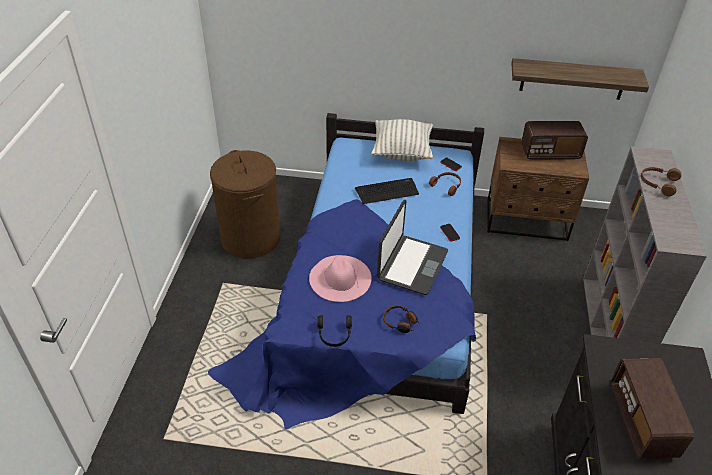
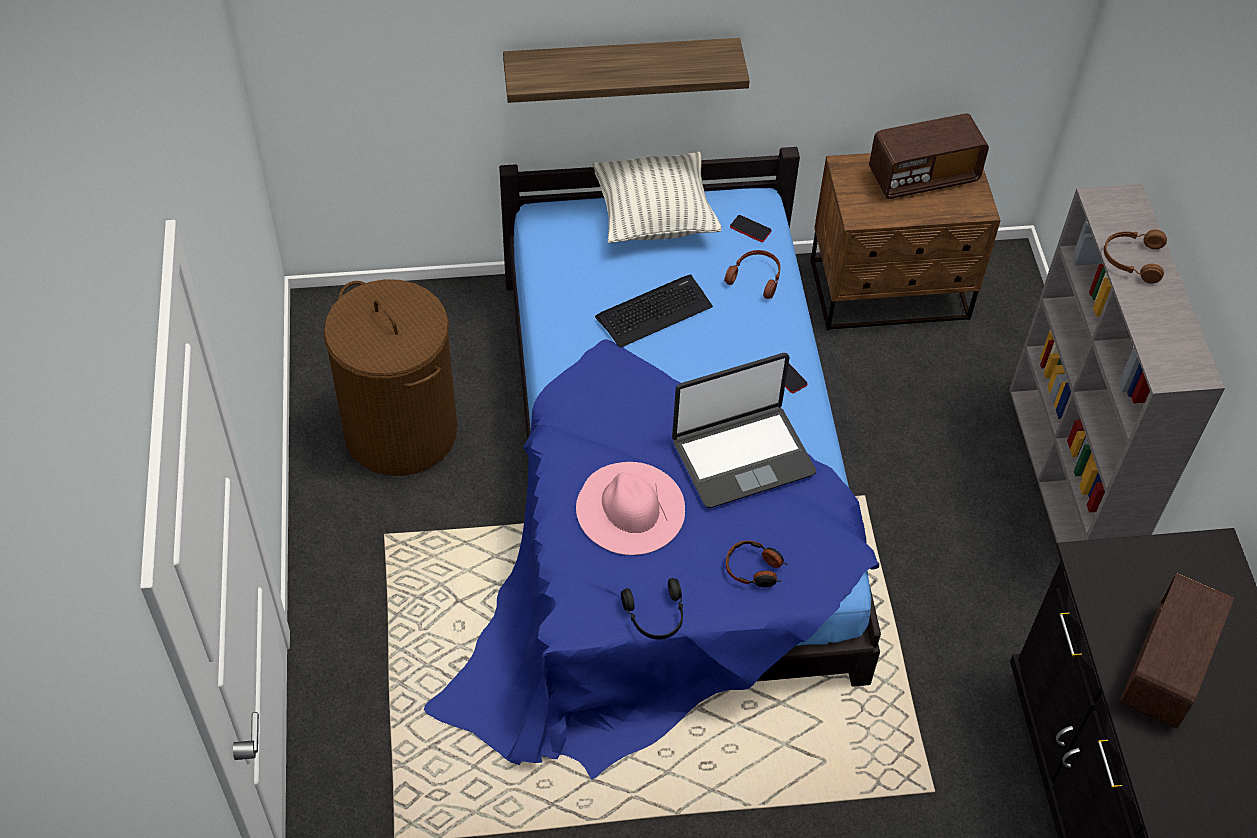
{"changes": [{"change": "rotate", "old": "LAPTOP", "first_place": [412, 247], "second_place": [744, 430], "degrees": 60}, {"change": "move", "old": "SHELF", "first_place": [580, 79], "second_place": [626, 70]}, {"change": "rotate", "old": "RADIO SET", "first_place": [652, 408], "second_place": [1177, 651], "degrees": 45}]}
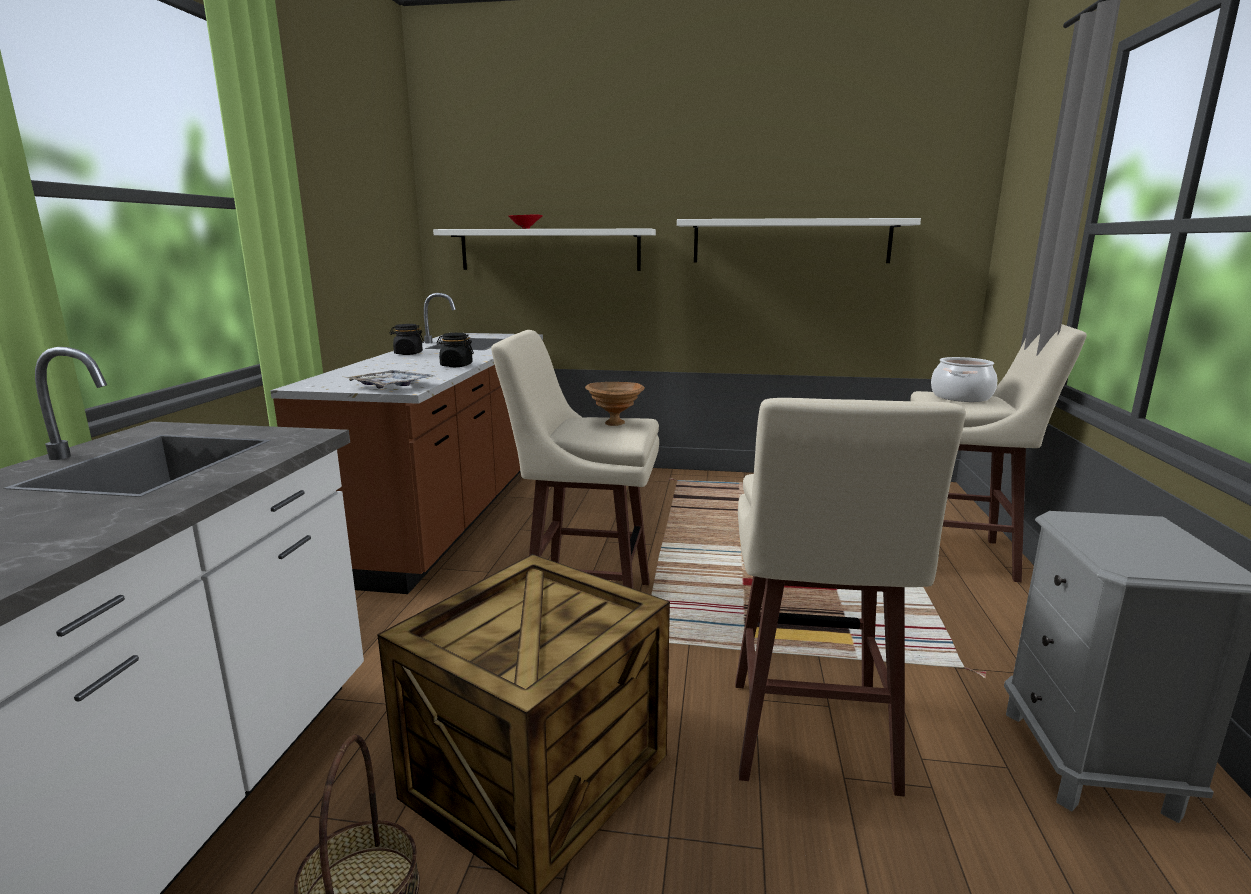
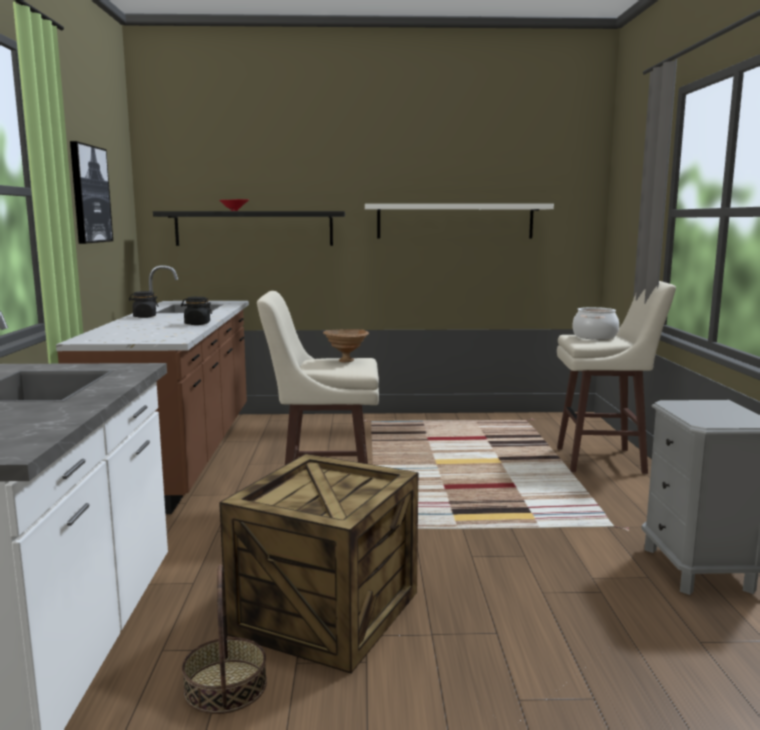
{"changes": [{"change": "delete", "old": "TRAY", "first_place": [389, 379]}, {"change": "recolor", "old": "WHITE-COLOURED SHELF", "new": "BLACKISH SHELF", "first_place": [544, 250], "second_place": [249, 228]}, {"change": "delete", "old": "SAND-COLOURED SITTING STOOL", "first_place": [850, 597]}, {"change": "insert", "new": "PICTURE", "second_place": [91, 192]}]}
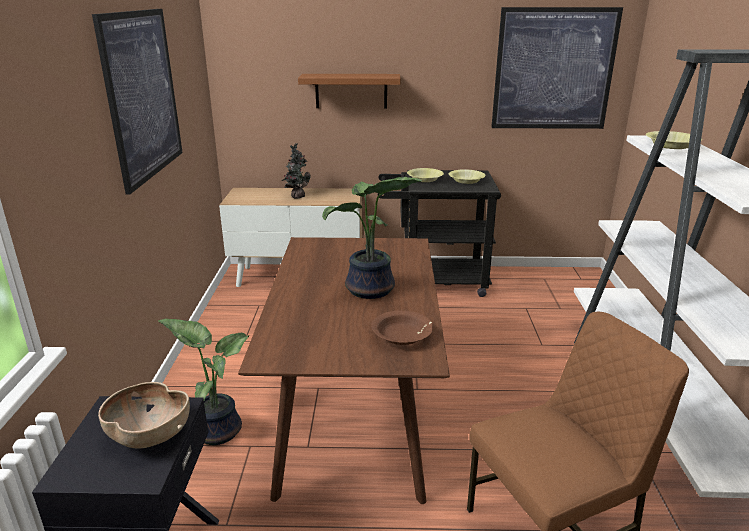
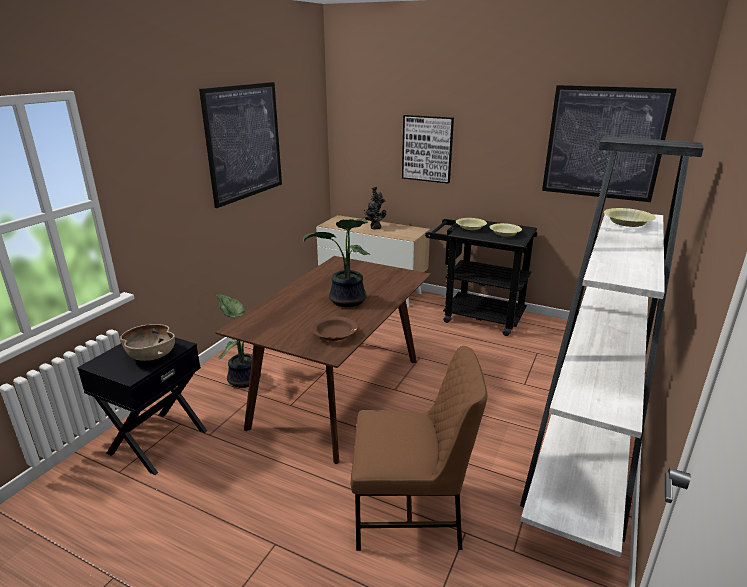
{"changes": [{"change": "replace", "old": "BROWNISH SHELF", "new": "PICTURE", "first_place": [349, 91], "second_place": [428, 149]}]}
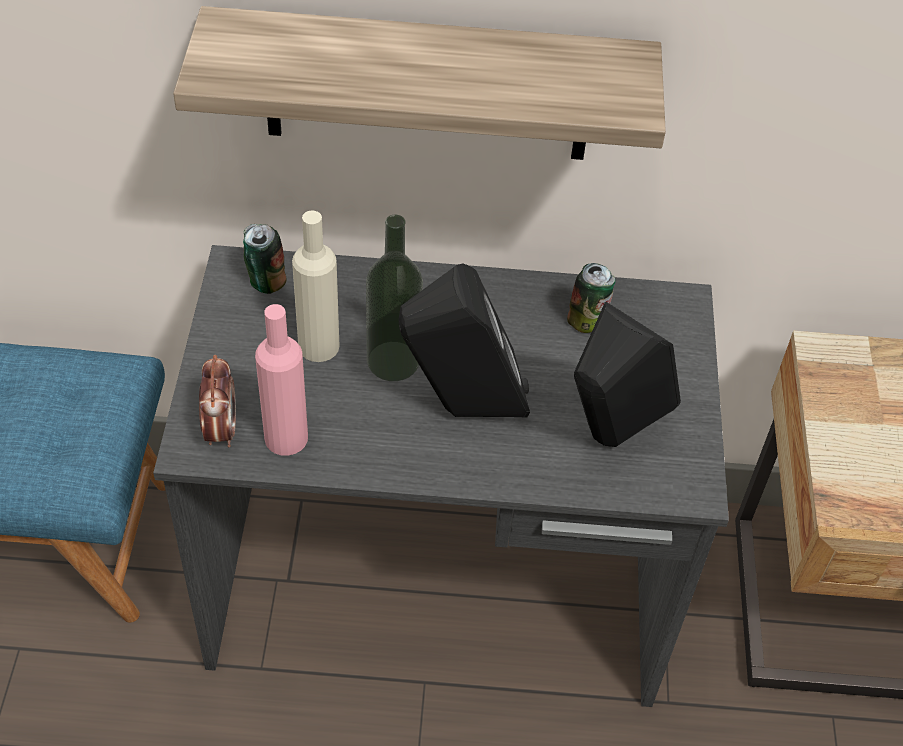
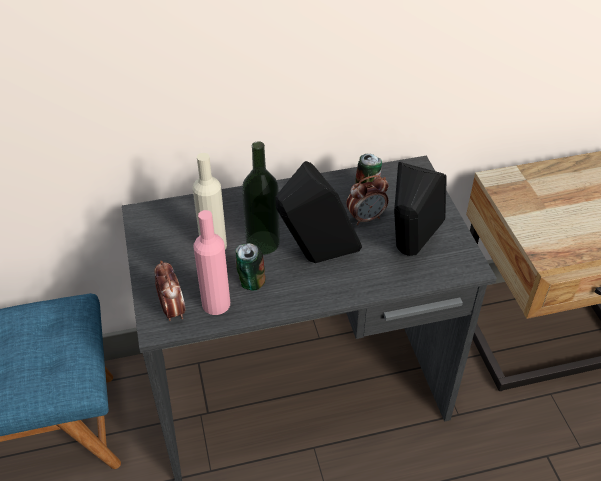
{"changes": [{"change": "delete", "old": "SHELF", "first_place": [419, 83]}, {"change": "move", "old": "METAL CAN", "first_place": [265, 259], "second_place": [250, 266]}, {"change": "insert", "new": "ALARM CLOCK", "second_place": [367, 200]}]}
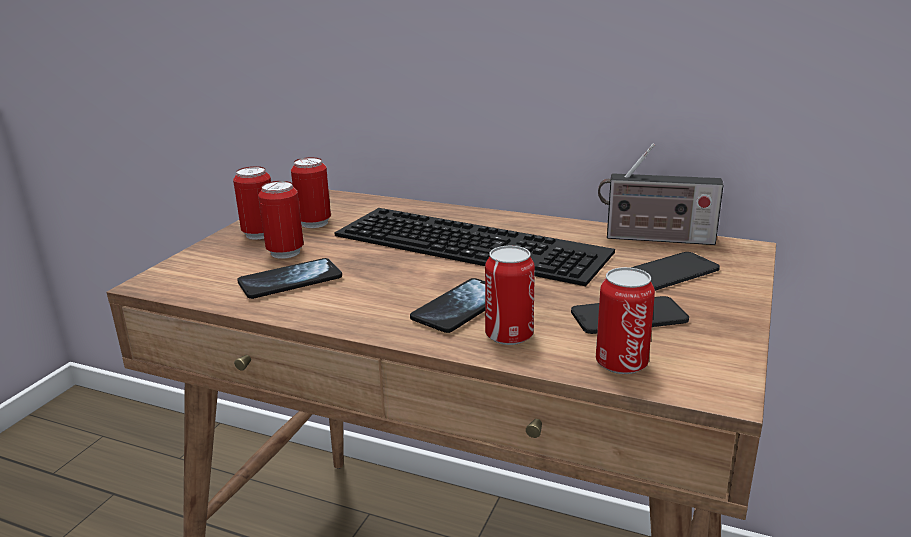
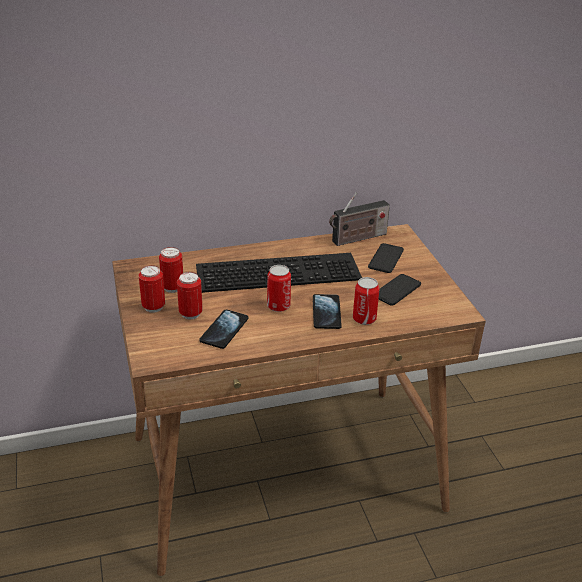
{"changes": [{"change": "move", "old": "METAL CAN", "first_place": [625, 320], "second_place": [279, 288]}]}
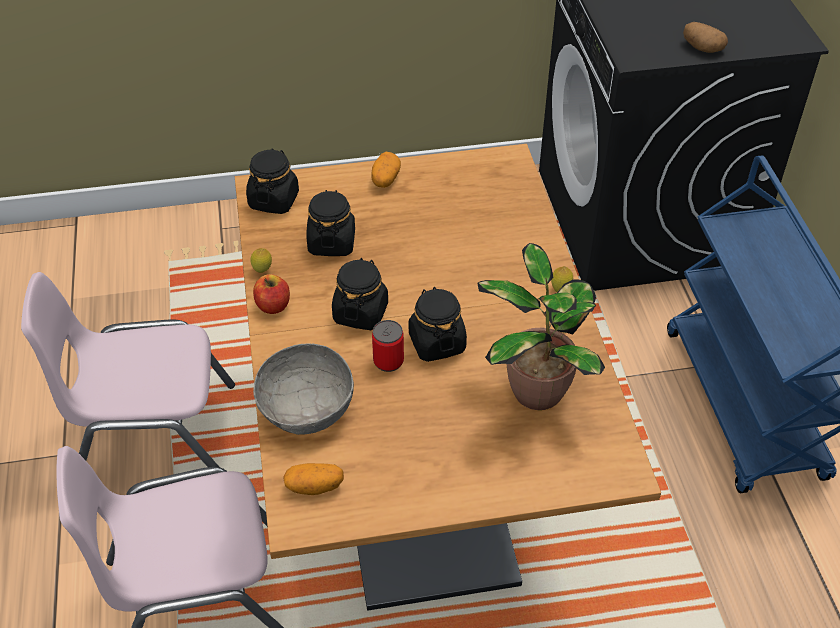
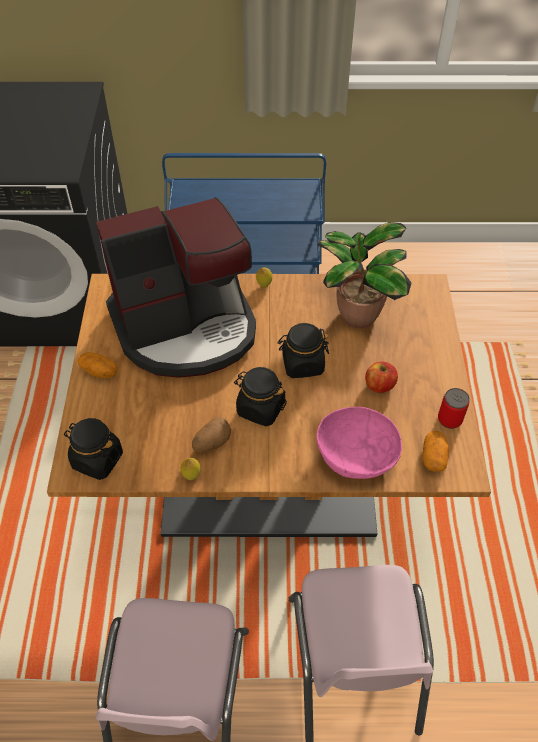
{"changes": [{"change": "move", "old": "APPLE FRUIT", "first_place": [271, 294], "second_place": [381, 377]}, {"change": "recolor", "old": "GREY DEEP DISH", "new": "PINK DEEP DISH", "first_place": [303, 389], "second_place": [359, 443]}, {"change": "delete", "old": "BLACKISH JAR", "first_place": [331, 223]}, {"change": "move", "old": "METAL CAN", "first_place": [388, 346], "second_place": [454, 408]}, {"change": "move", "old": "POTATO", "first_place": [705, 37], "second_place": [211, 435]}, {"change": "insert", "new": "COFFEE BREWER", "second_place": [176, 287]}]}
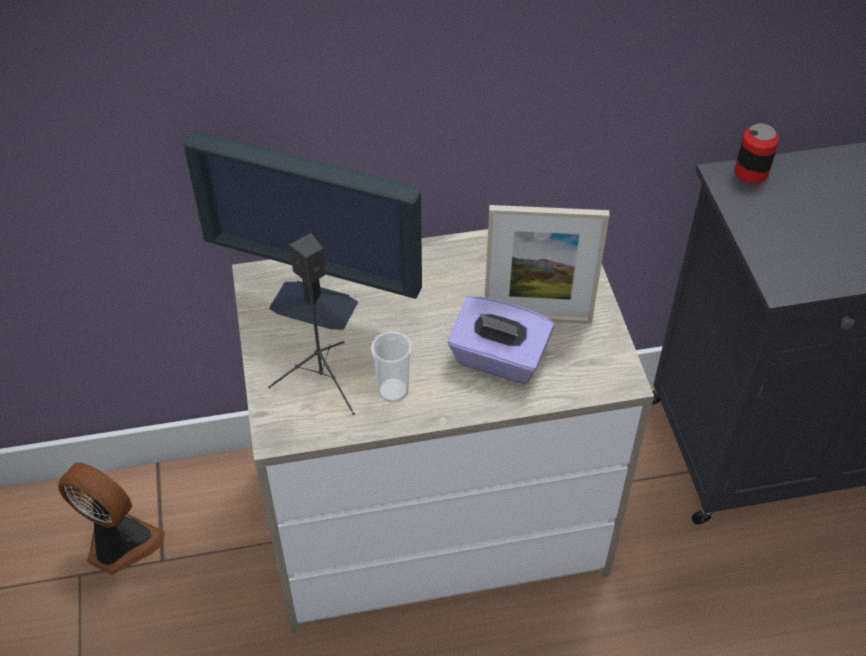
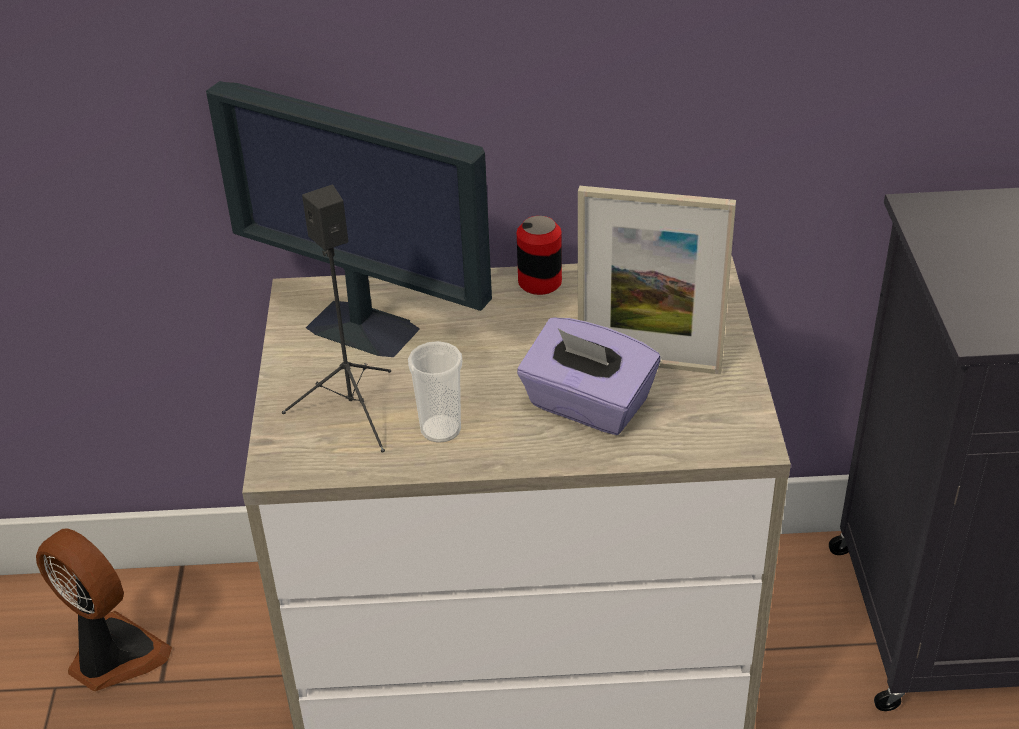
{"changes": [{"change": "move", "old": "METAL CAN", "first_place": [756, 153], "second_place": [539, 255]}]}
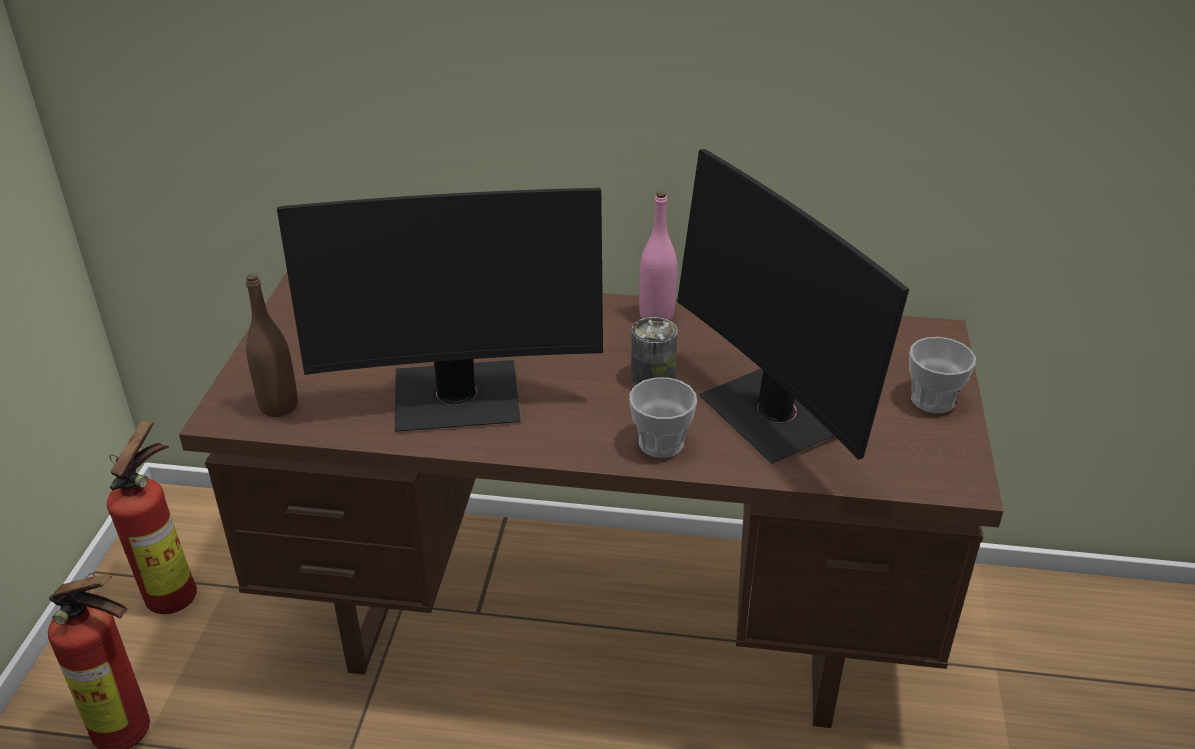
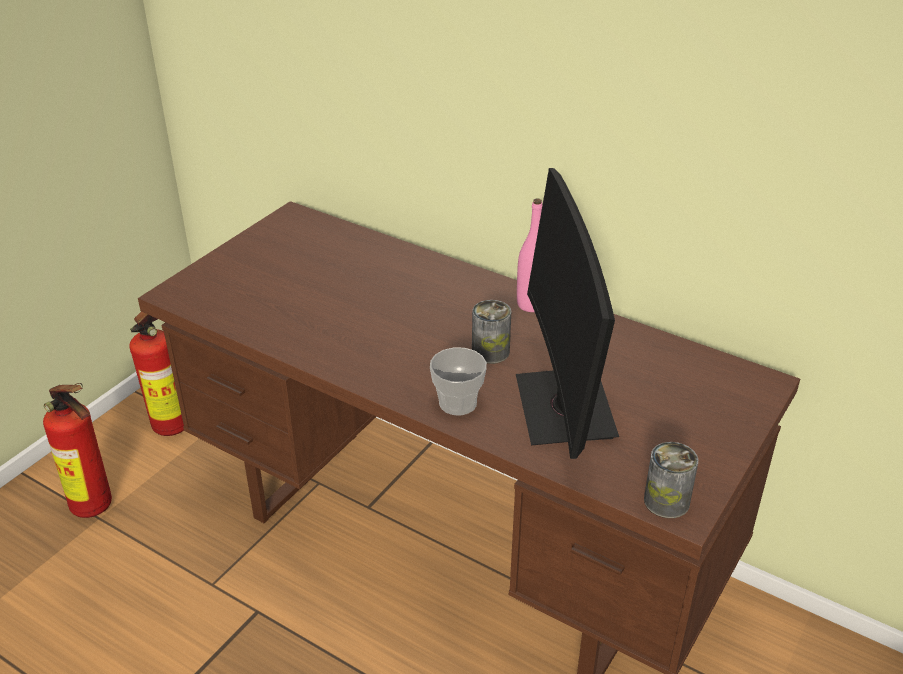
{"changes": [{"change": "delete", "old": "BROWNISH BEVERAGE BOTTLE", "first_place": [272, 345]}, {"change": "delete", "old": "MONITOR", "first_place": [440, 310]}, {"change": "delete", "old": "SMALL CUP", "first_place": [942, 375]}, {"change": "insert", "new": "METAL CAN", "second_place": [671, 480]}]}
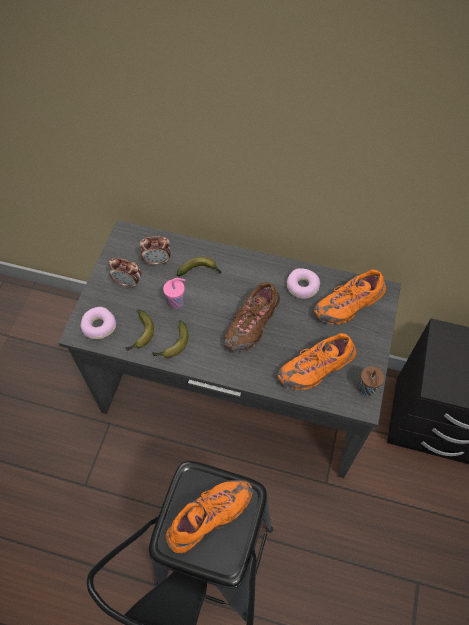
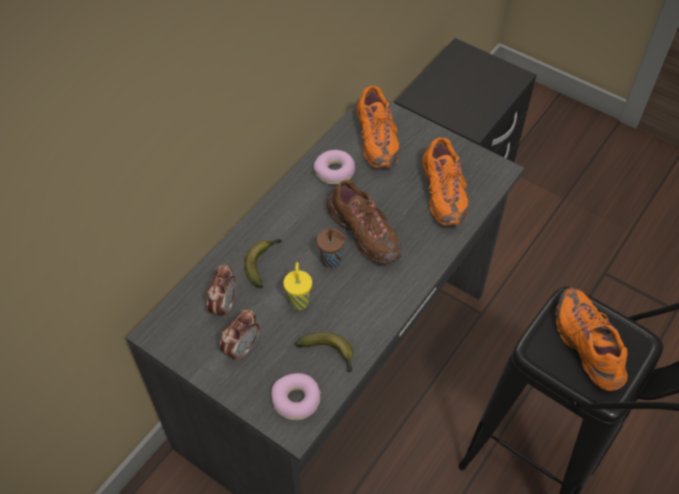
{"changes": [{"change": "delete", "old": "BANANA FRUIT", "first_place": [170, 339]}, {"change": "recolor", "old": "PINK SMALL CUP", "new": "YELLOW-COLOURED SMALL CUP", "first_place": [174, 293], "second_place": [297, 286]}, {"change": "move", "old": "BROWNISH SMALL CUP", "first_place": [371, 381], "second_place": [332, 248]}]}
